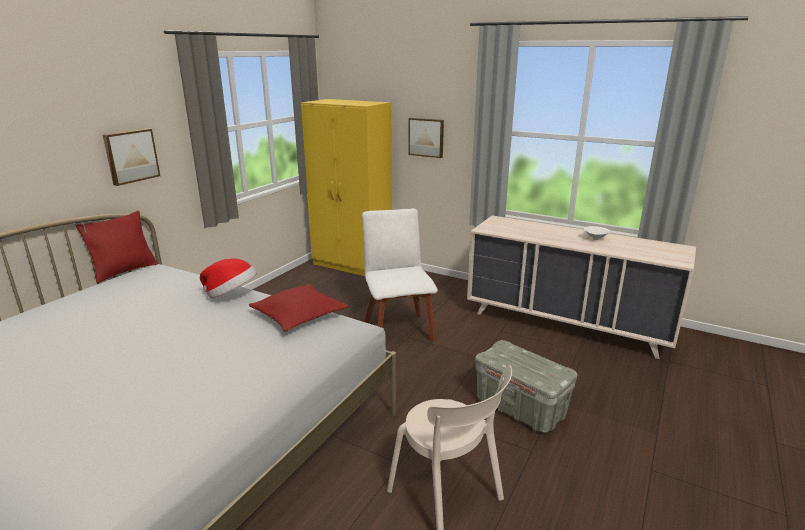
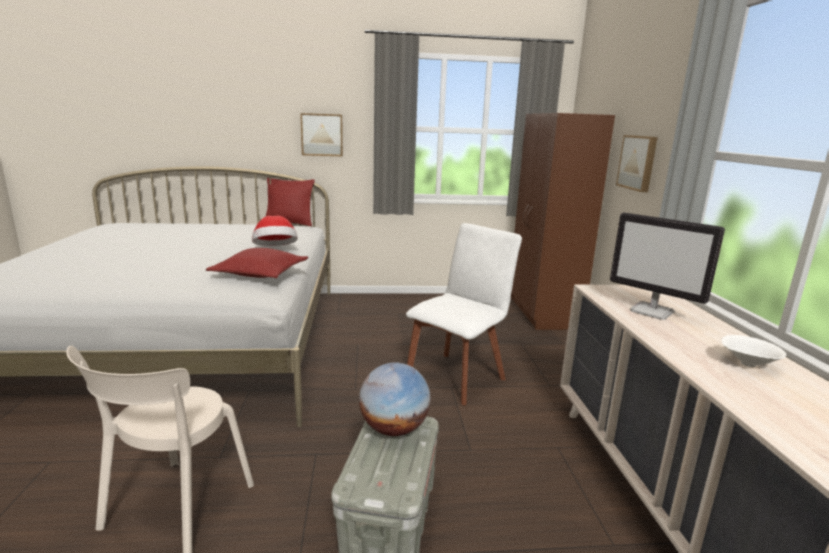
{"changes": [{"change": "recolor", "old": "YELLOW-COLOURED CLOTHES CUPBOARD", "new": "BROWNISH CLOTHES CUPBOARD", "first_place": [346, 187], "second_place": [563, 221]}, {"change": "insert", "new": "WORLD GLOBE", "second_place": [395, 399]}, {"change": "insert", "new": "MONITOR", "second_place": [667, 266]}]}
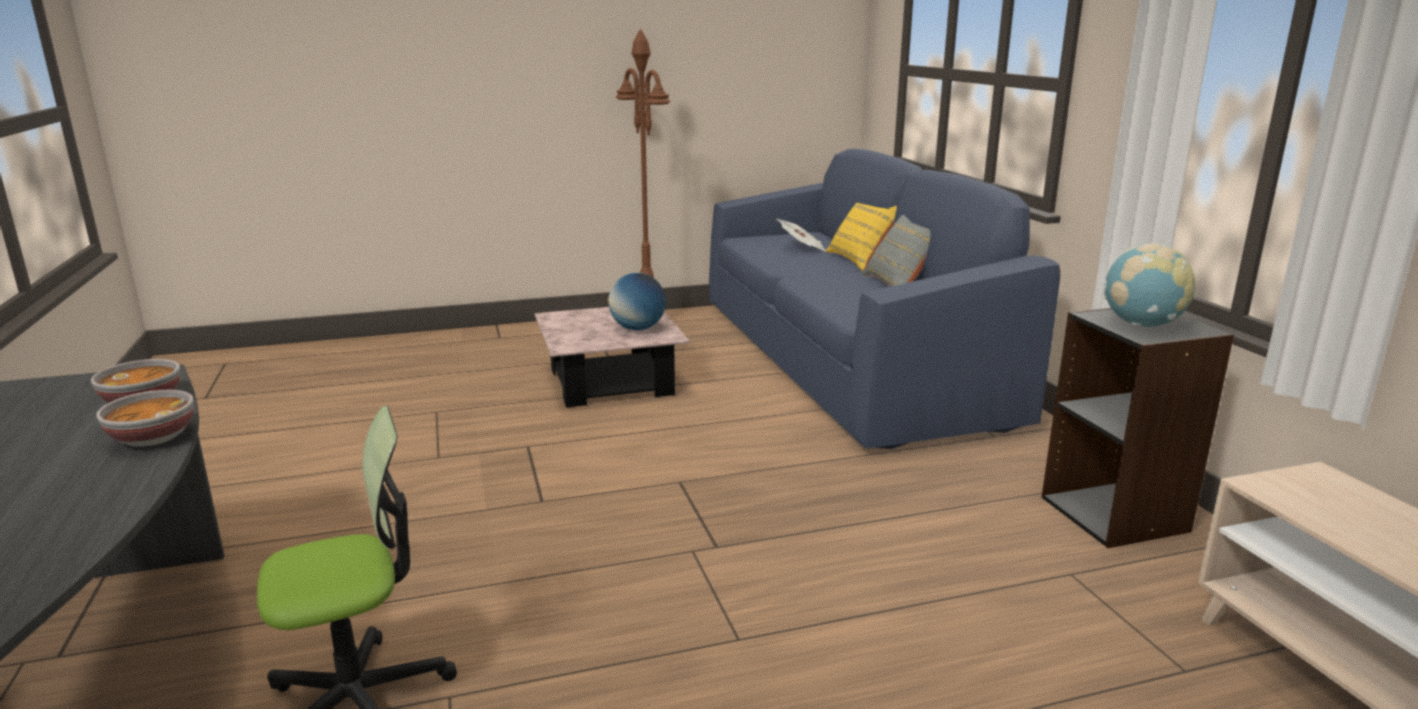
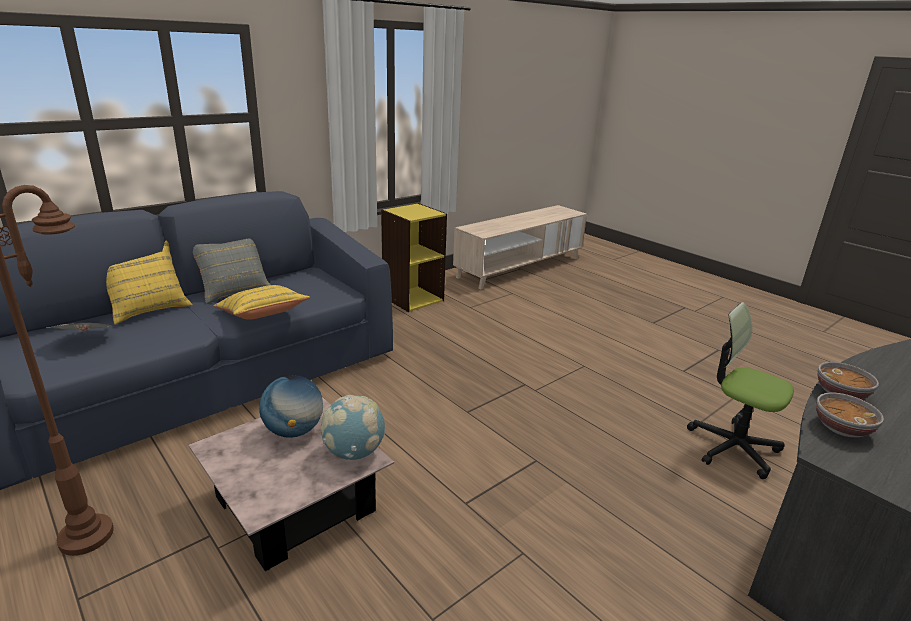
{"changes": [{"change": "recolor", "old": "BLACKISH SHELVING UNIT", "new": "YELLOW-COLOURED SHELVING UNIT", "first_place": [1137, 428], "second_place": [414, 257]}, {"change": "move", "old": "WORLD GLOBE", "first_place": [1149, 285], "second_place": [353, 427]}, {"change": "insert", "new": "YELLOW-COLOURED THROW PILLOW", "second_place": [262, 302]}]}
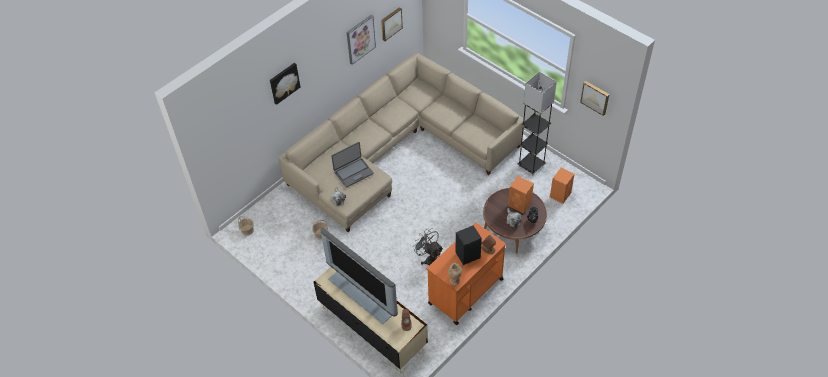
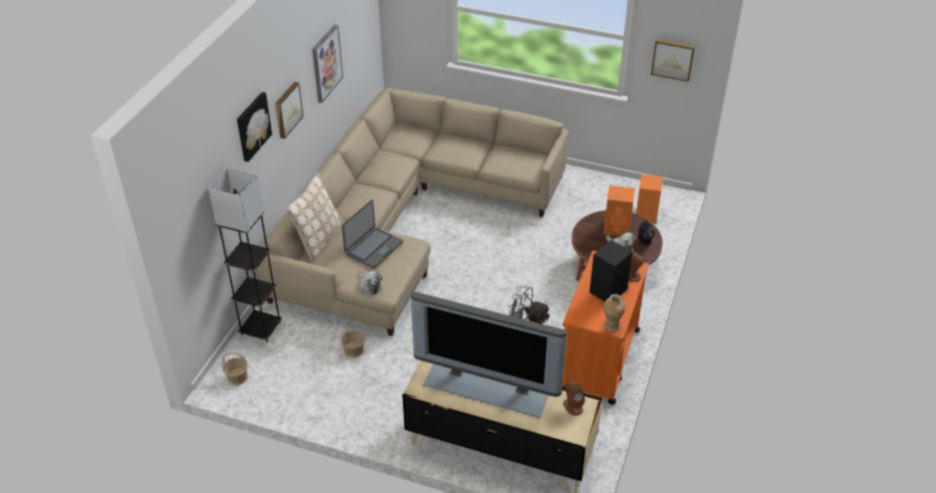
{"changes": [{"change": "move", "old": "PICTURE", "first_place": [392, 24], "second_place": [289, 110]}, {"change": "move", "old": "GREY STANDING LAMP", "first_place": [537, 123], "second_place": [245, 255]}, {"change": "insert", "new": "SAND-COLOURED THROW PILLOW", "second_place": [314, 216]}]}
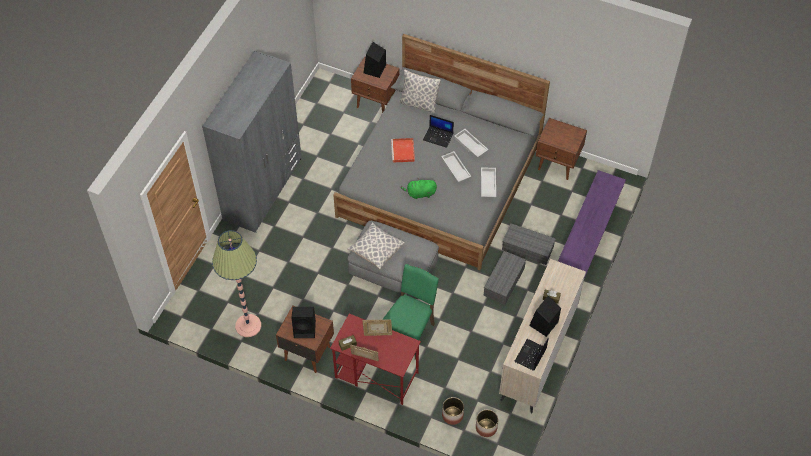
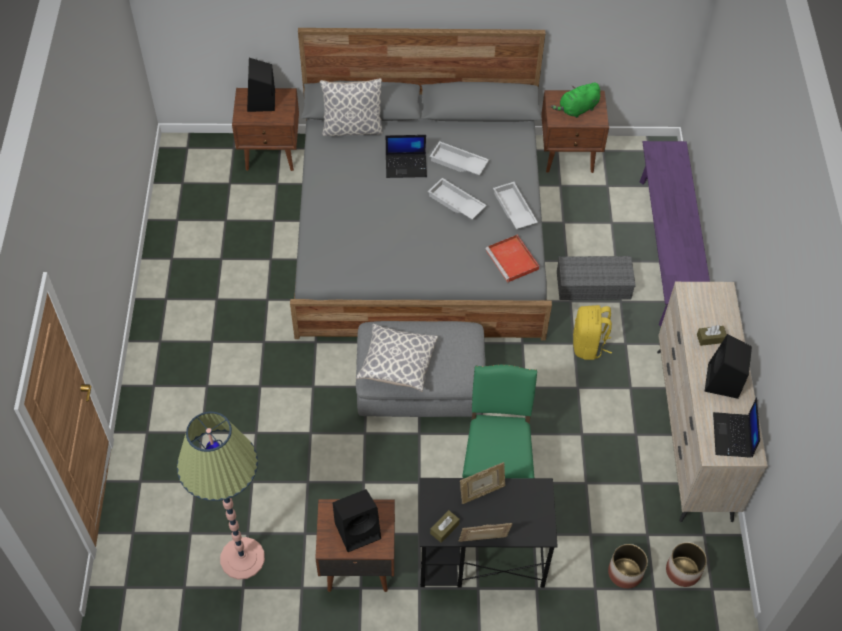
{"changes": [{"change": "delete", "old": "GREY CLOTHES CUPBOARD", "first_place": [252, 141]}, {"change": "recolor", "old": "REDDISH DESK TABLE", "new": "BLACKISH DESK TABLE", "first_place": [375, 359], "second_place": [489, 533]}, {"change": "move", "old": "REDDISH TRAY", "first_place": [403, 150], "second_place": [512, 258]}, {"change": "move", "old": "GREENISH SOFT TOY", "first_place": [419, 188], "second_place": [575, 100]}, {"change": "replace", "old": "GREY STORAGE BIN", "new": "YELLOW-COLOURED RUCKSACK", "first_place": [504, 278], "second_place": [592, 332]}]}
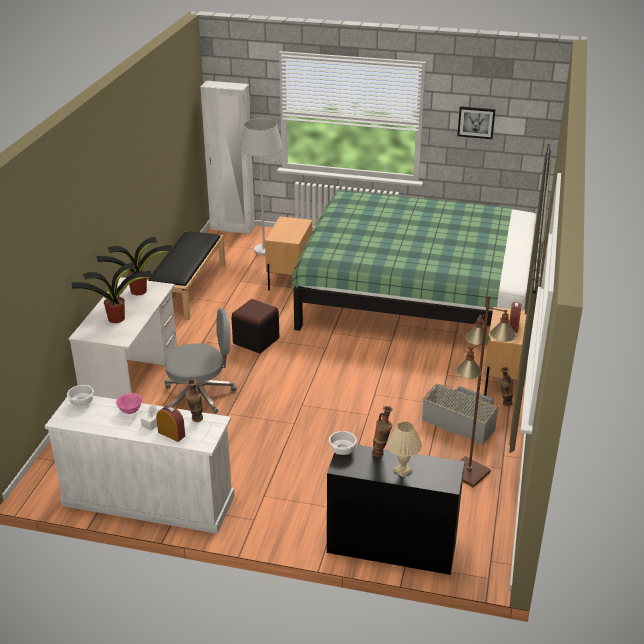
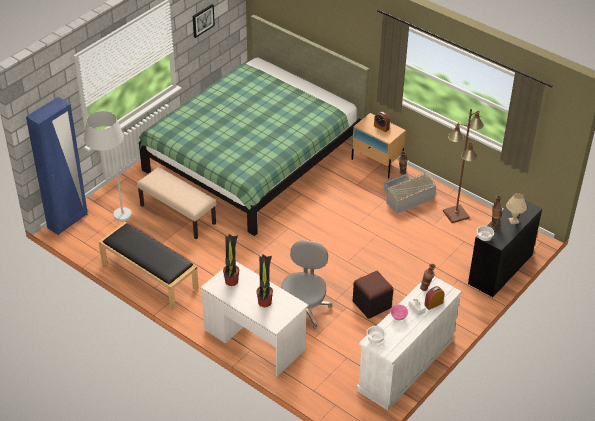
{"changes": [{"change": "recolor", "old": "WHITE-COLOURED CLOTHES CUPBOARD", "new": "BLUISH CLOTHES CUPBOARD", "first_place": [227, 157], "second_place": [56, 166]}, {"change": "move", "old": "BLACKISH FOOTREST", "first_place": [255, 326], "second_place": [373, 295]}, {"change": "replace", "old": "SAND-COLOURED BEDSIDE TABLE", "new": "SAND-COLOURED BENCH", "first_place": [288, 253], "second_place": [177, 203]}]}
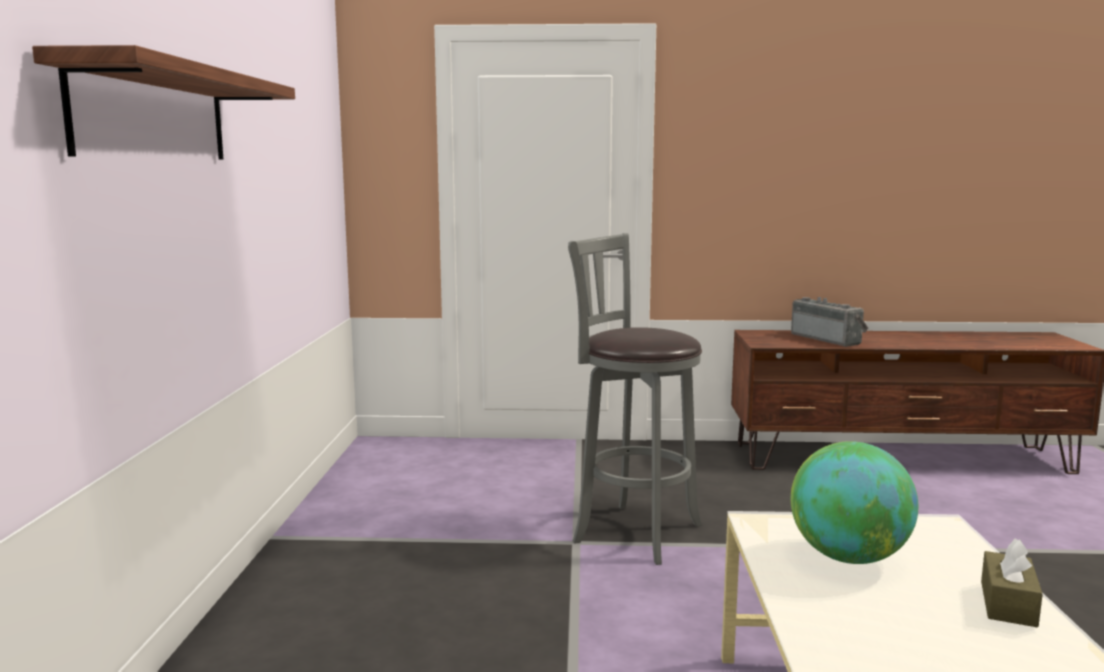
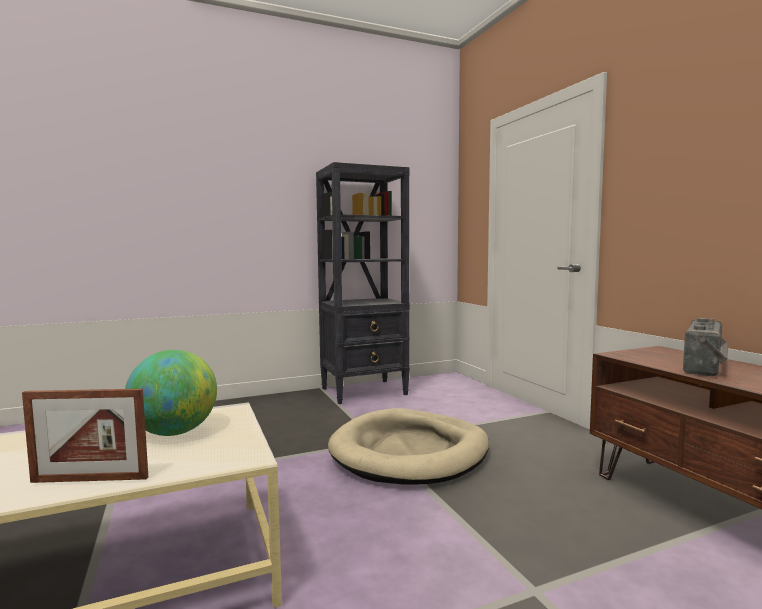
{"changes": [{"change": "delete", "old": "SHELF", "first_place": [163, 102]}, {"change": "replace", "old": "GREY SITTING STOOL", "new": "SAND-COLOURED DOG CUSHION", "first_place": [635, 399], "second_place": [408, 446]}, {"change": "replace", "old": "BROWNISH BOX OF TISSUES", "new": "PICTURE FRAME", "first_place": [1012, 583], "second_place": [85, 436]}, {"change": "insert", "new": "BLACKISH SHELVING UNIT", "second_place": [363, 283]}]}
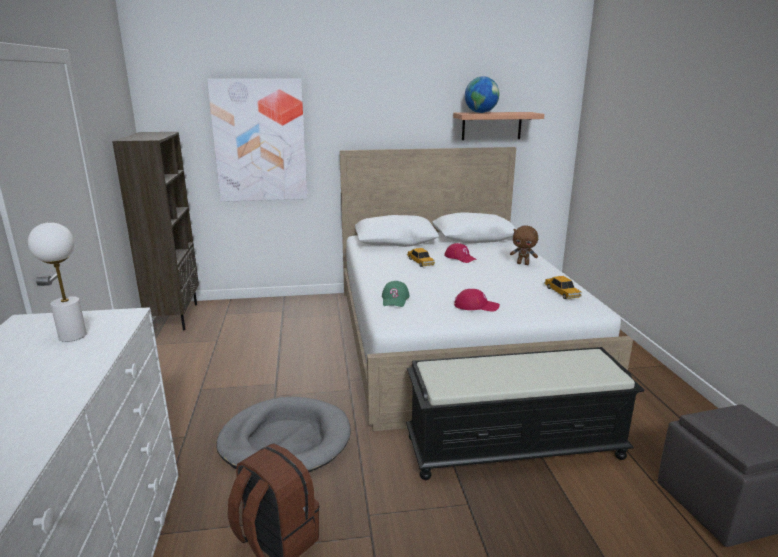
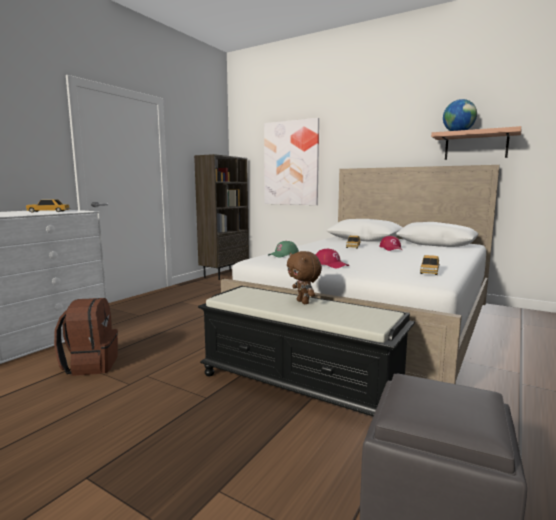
{"changes": [{"change": "replace", "old": "WHITE-COLOURED LAMP FOR A TABLE", "new": "MINIATURE CAR", "first_place": [57, 282], "second_place": [48, 205]}, {"change": "delete", "old": "GREY DOG CUSHION", "first_place": [283, 434]}, {"change": "move", "old": "BROWNISH SOFT TOY", "first_place": [524, 245], "second_place": [304, 277]}]}
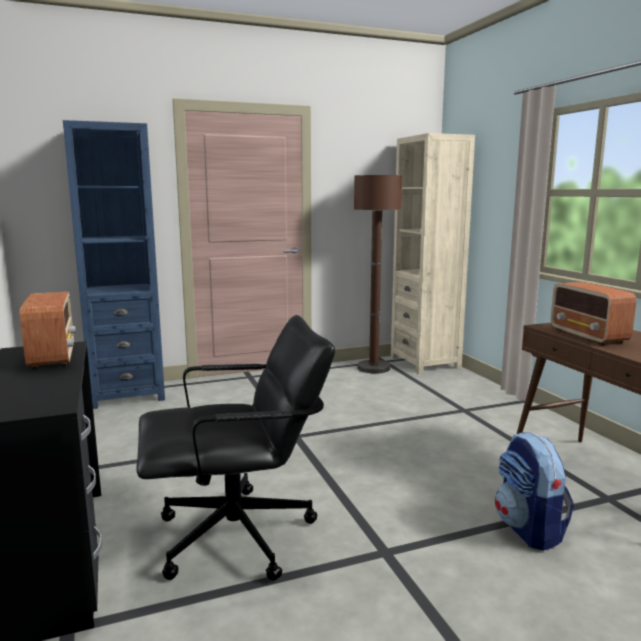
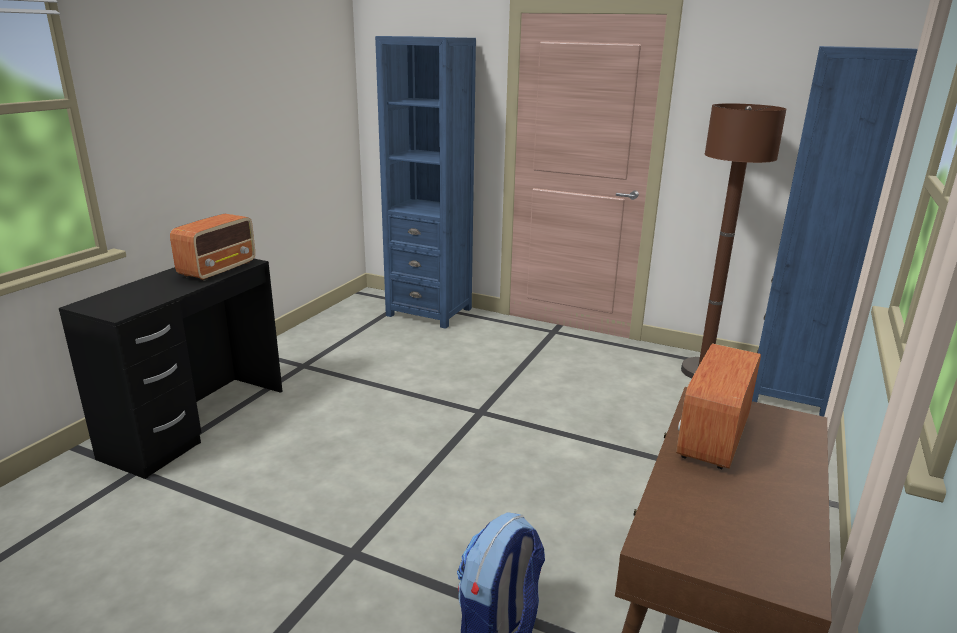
{"changes": [{"change": "delete", "old": "BLACKISH DESK CHAIR", "first_place": [235, 448]}, {"change": "recolor", "old": "SAND-COLOURED SHELVING UNIT", "new": "BLUISH SHELVING UNIT", "first_place": [433, 253], "second_place": [835, 231]}]}
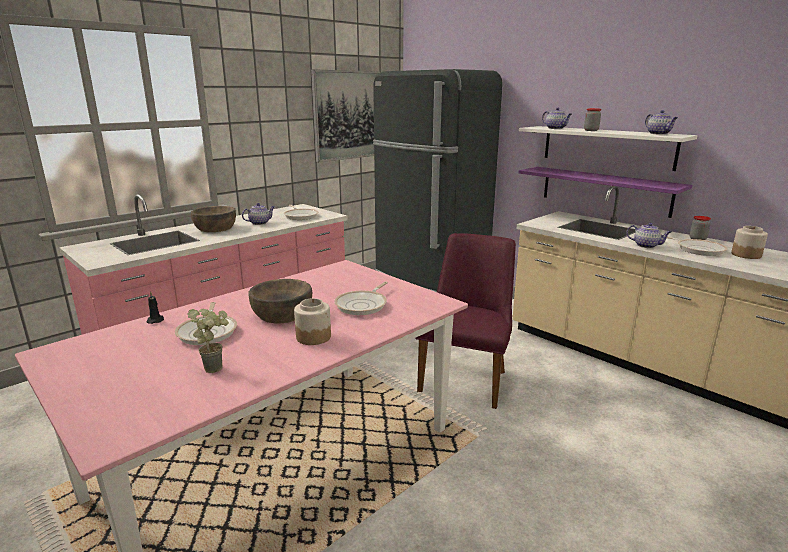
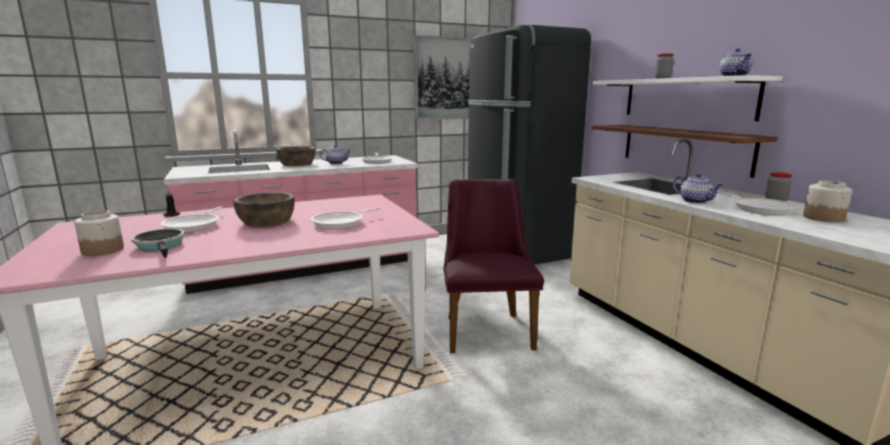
{"changes": [{"change": "replace", "old": "PLANT IN A POT", "new": "SKILLET", "first_place": [208, 341], "second_place": [158, 243]}, {"change": "move", "old": "JAR", "first_place": [312, 321], "second_place": [99, 233]}, {"change": "rotate", "old": "PURPLISH UPRIGHT CHAIR", "first_place": [465, 321], "second_place": [494, 266], "degrees": -45}, {"change": "recolor", "old": "PURPLISH SHELF", "new": "BROWNISH SHELF", "first_place": [605, 192], "second_place": [685, 151]}, {"change": "delete", "old": "TEAPOT", "first_place": [557, 118]}]}
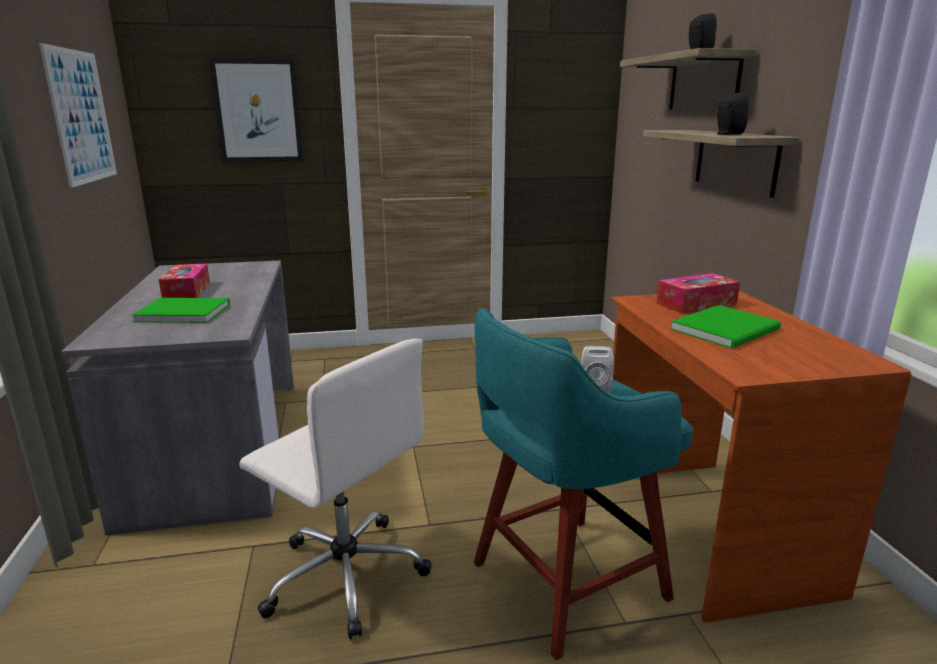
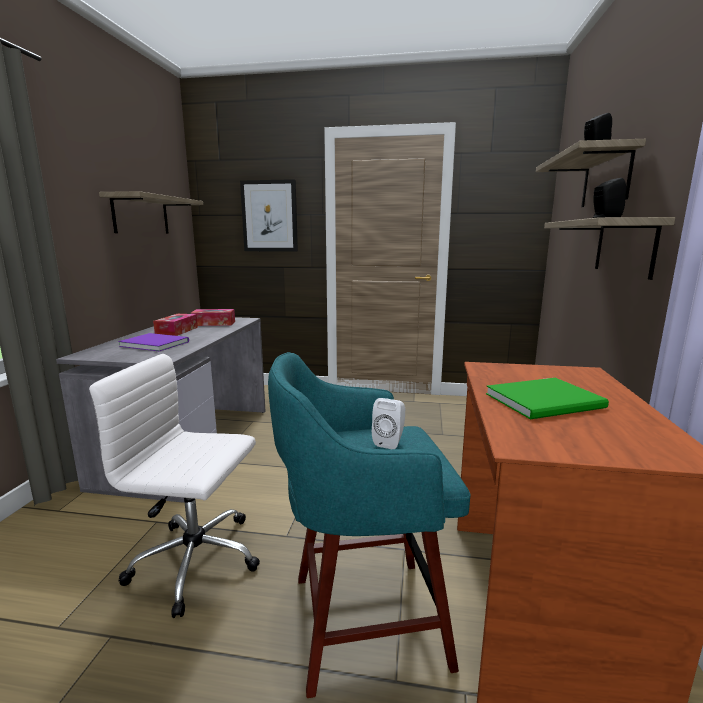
{"changes": [{"change": "replace", "old": "PICTURE", "new": "SHELF", "first_place": [78, 115], "second_place": [151, 212]}, {"change": "recolor", "old": "GREENISH BOUND BOOK", "new": "PURPLISH BOUND BOOK", "first_place": [181, 310], "second_place": [153, 342]}, {"change": "rotate", "old": "WHITE-COLOURED DESK CHAIR", "first_place": [335, 489], "second_place": [174, 486], "degrees": 135}, {"change": "move", "old": "BOX OF TISSUES", "first_place": [698, 293], "second_place": [213, 317]}]}
